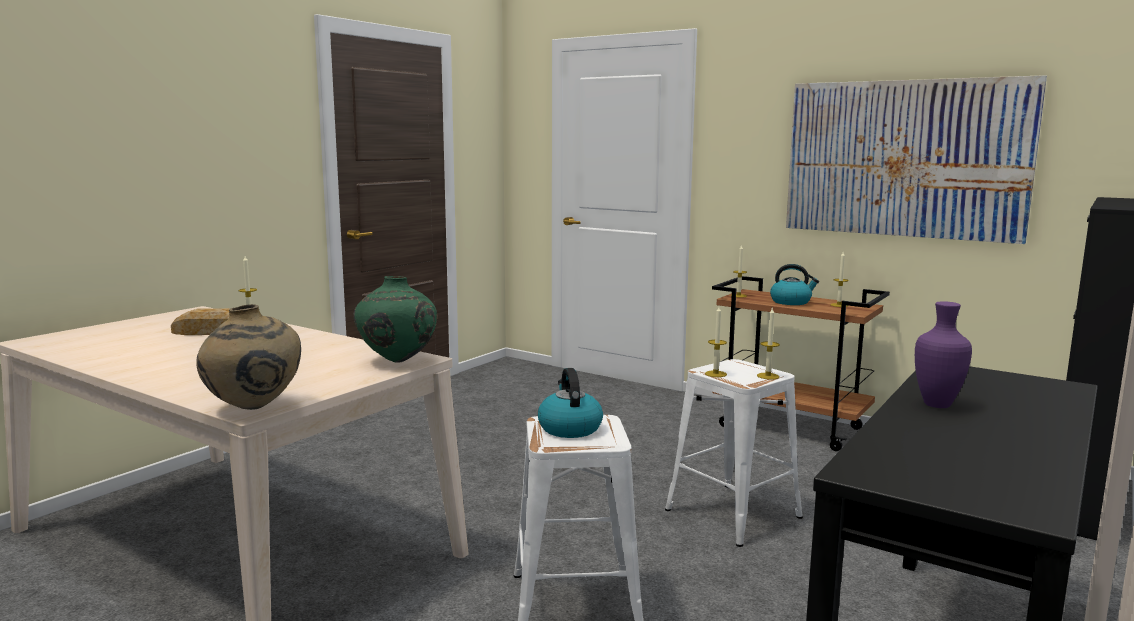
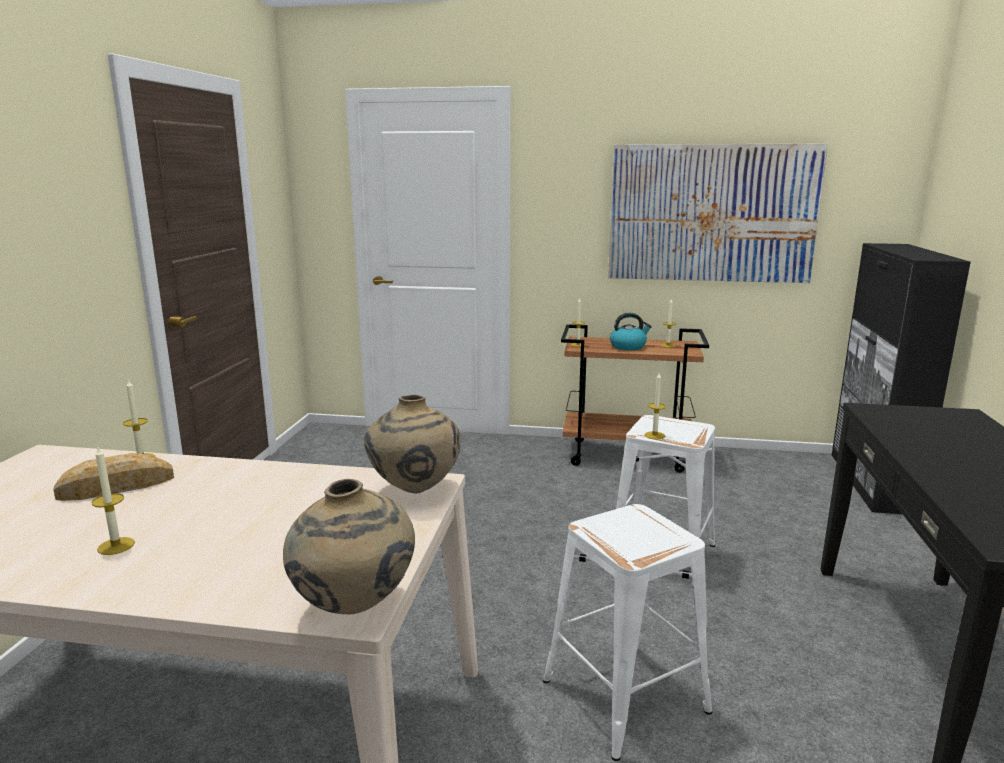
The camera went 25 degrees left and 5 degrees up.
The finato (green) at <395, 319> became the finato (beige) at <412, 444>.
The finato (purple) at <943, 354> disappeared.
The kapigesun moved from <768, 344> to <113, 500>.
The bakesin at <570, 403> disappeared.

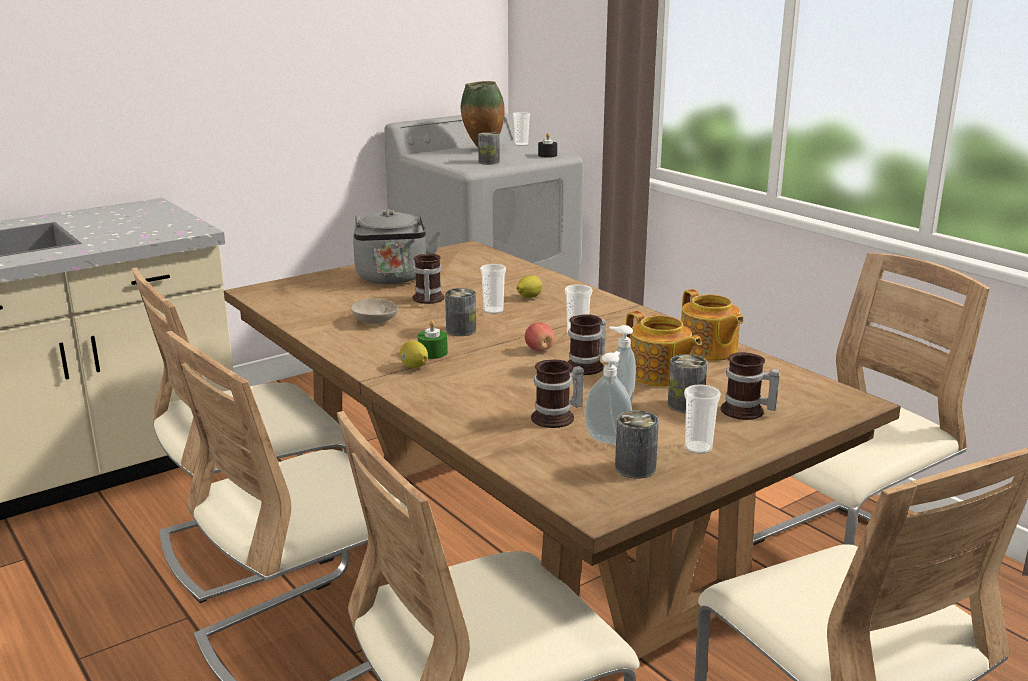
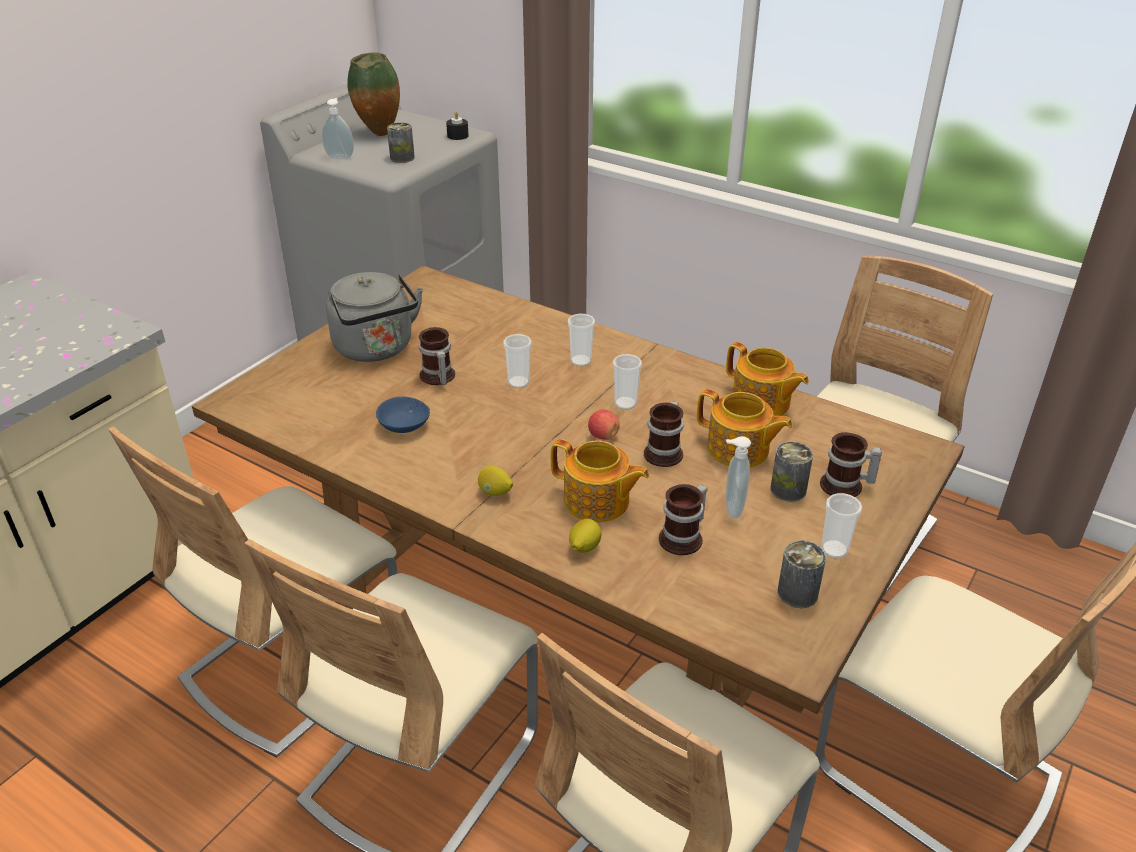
The camera went 20 degrees left and 15 degrees up.
The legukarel moved from <521, 129> to <581, 340>.
The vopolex moved from <529, 286> to <585, 536>.
The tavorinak at <460, 312> disappeared.
The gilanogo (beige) at <375, 311> became the gilanogo (blue) at <403, 415>.
The kapigesun (green) at <433, 339> disappeared.
The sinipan moved from <608, 398> to <338, 128>.
The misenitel at <600, 480> appeared.

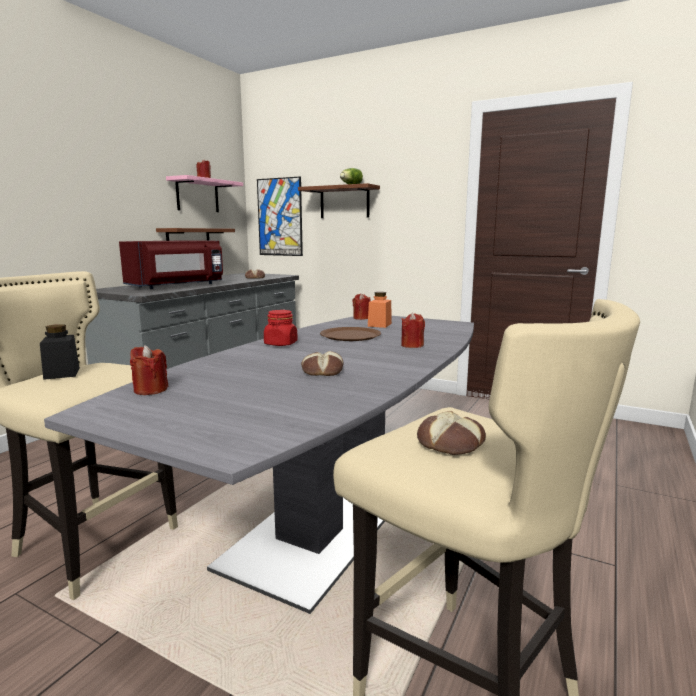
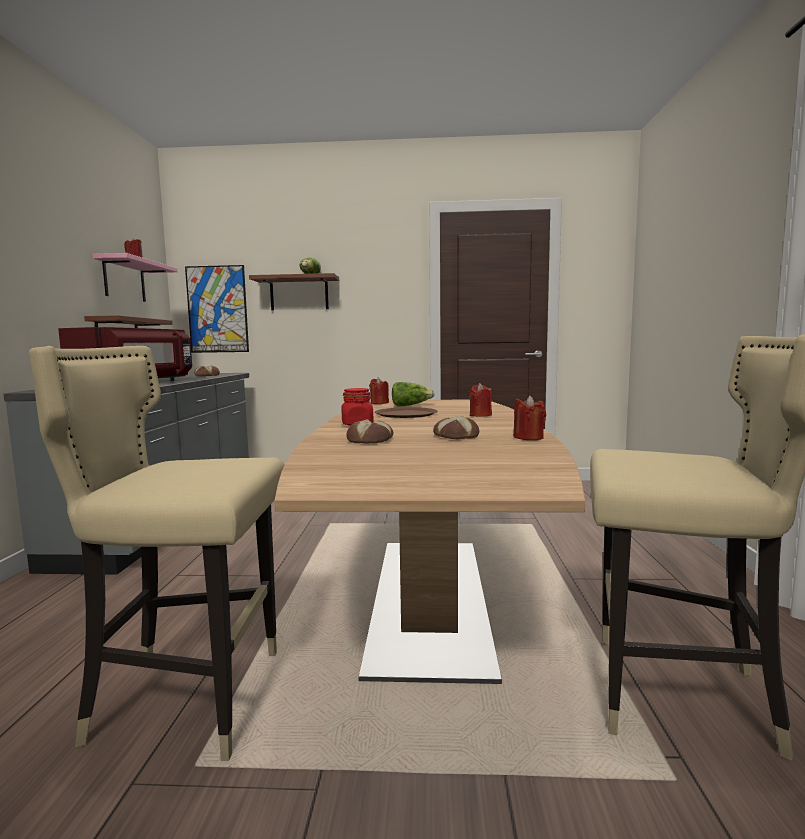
The camera went 25 degrees left and 5 degrees down.
The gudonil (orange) at <380, 310> was replaced by the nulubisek at <413, 394>.
The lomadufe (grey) at <259, 465> became the lomadufe (brown) at <429, 541>.
The gudonil (black) at <60, 352> disappeared.
The kapigesun (red) moved from <149, 370> to <529, 417>.
The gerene moved from <451, 433> to <369, 431>.

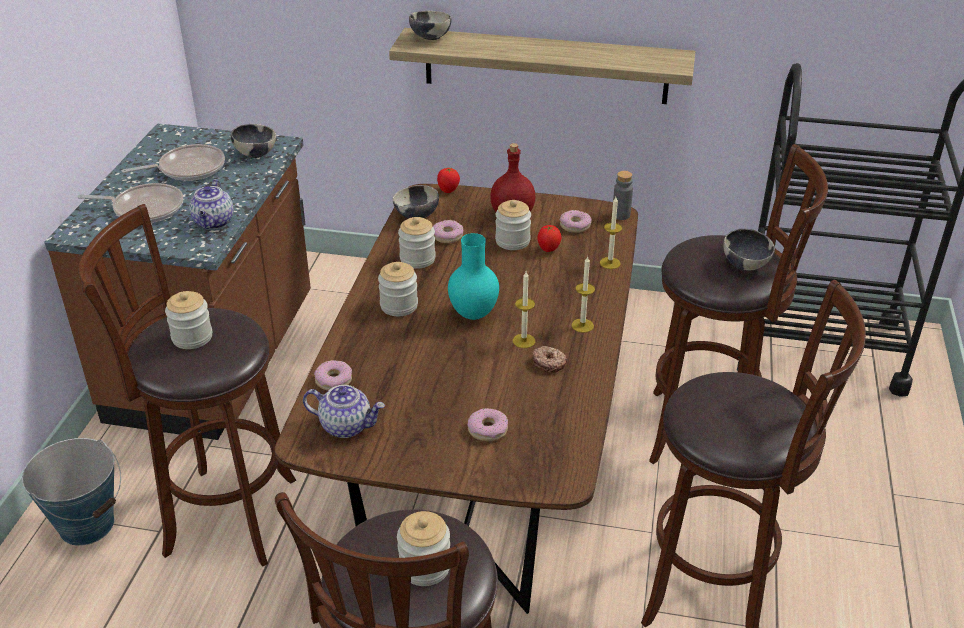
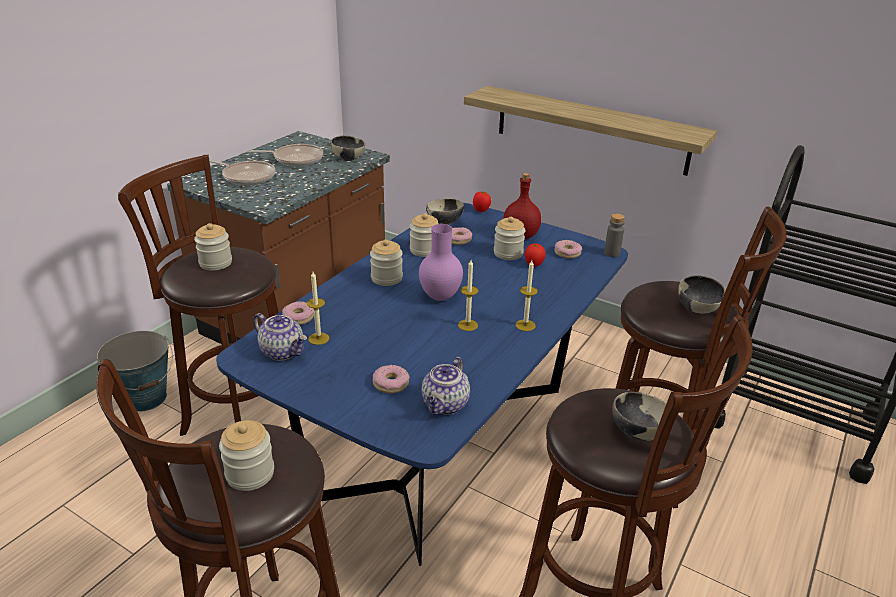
The camera went 20 degrees right and 5 degrees down.
The gilanogo moved from <430, 25> to <639, 416>.
The misenitel moved from <211, 204> to <446, 386>.
The lomadufe (brown) at <456, 399> became the lomadufe (blue) at <422, 384>.
The kapigesun moved from <611, 233> to <318, 308>.
The finato (turquoise) at <473, 276> became the finato (purple) at <441, 262>.
The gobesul at <550, 359> disappeared.

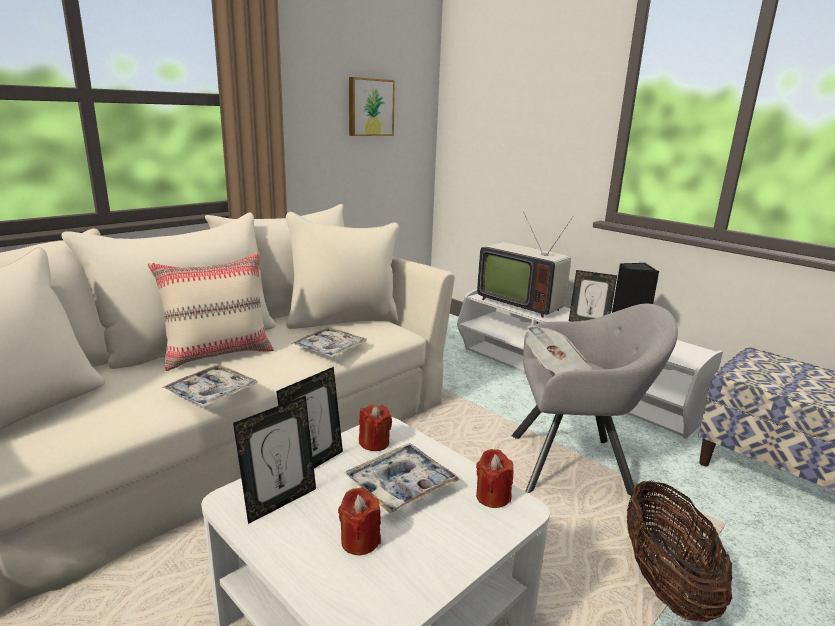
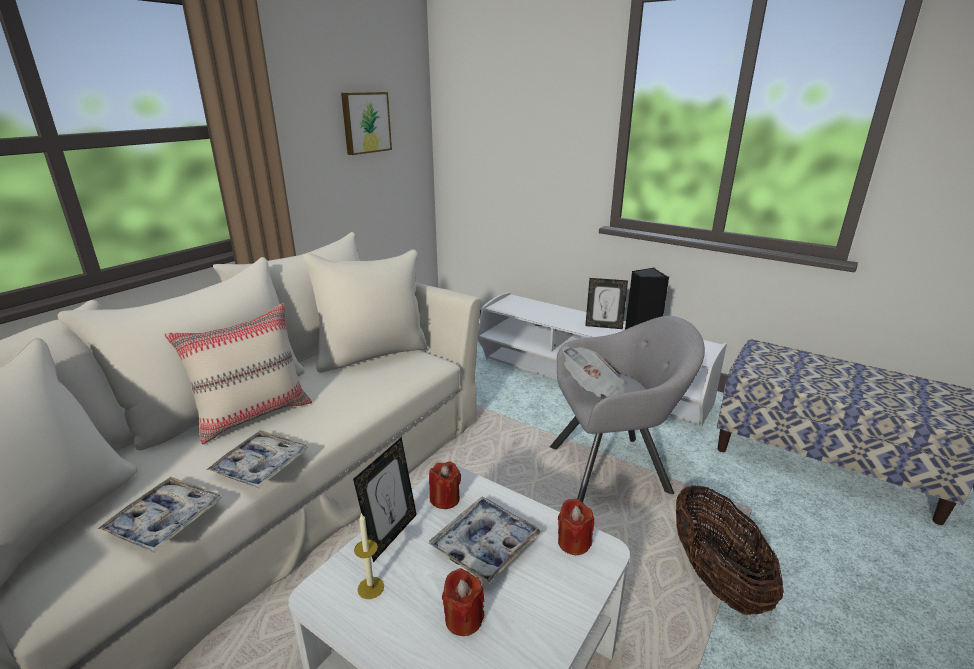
The camera went 10 degrees left and 5 degrees up.
The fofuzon at <525, 265> disappeared.
The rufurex moved from <329, 342> to <160, 515>.
The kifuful at <274, 460> was replaced by the kapigesun at <369, 556>.

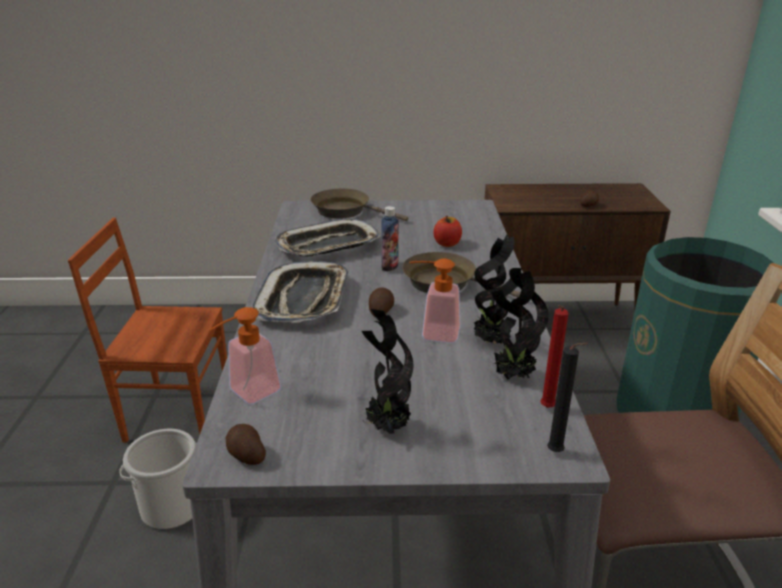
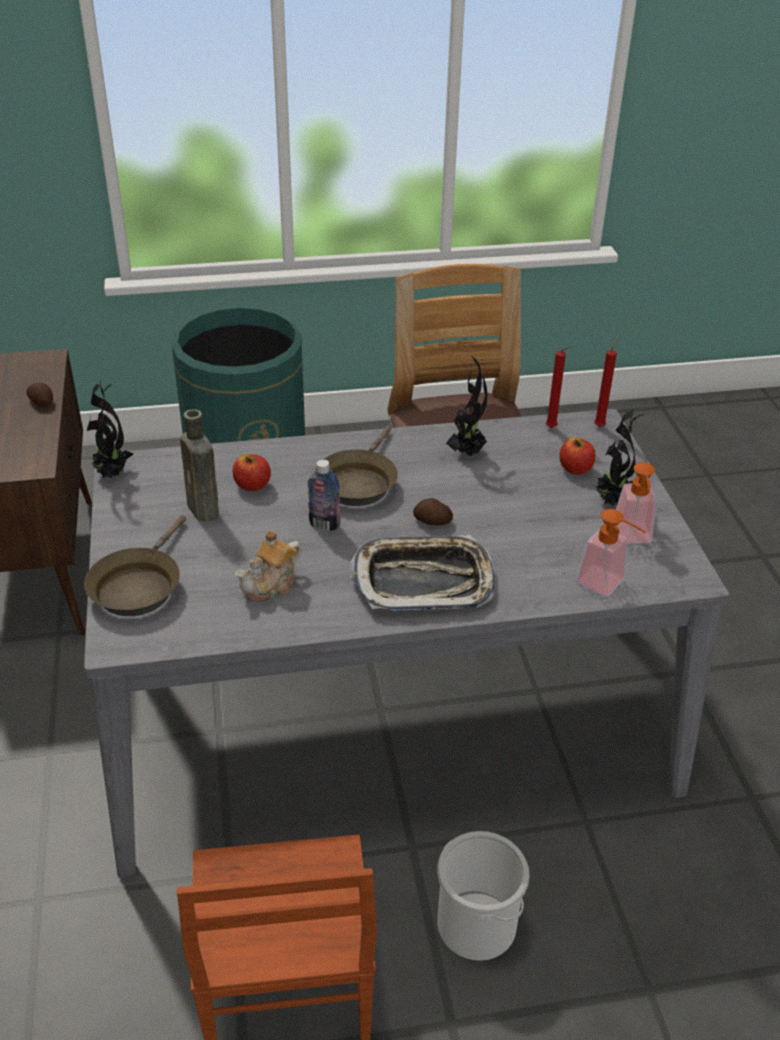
The camera went 100 degrees left and 10 degrees up.
The rufurex at <328, 238> was replaced by the misenitel at <268, 566>.
The sinipan moved from <434, 301> to <636, 503>.
The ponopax moved from <520, 323> to <110, 430>.
The kapigesun (black) at <567, 397> became the kapigesun (red) at <605, 383>.
The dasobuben at <245, 444> disappeared.
The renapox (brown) at <199, 465> appeared.
The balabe at <577, 456> appeared.

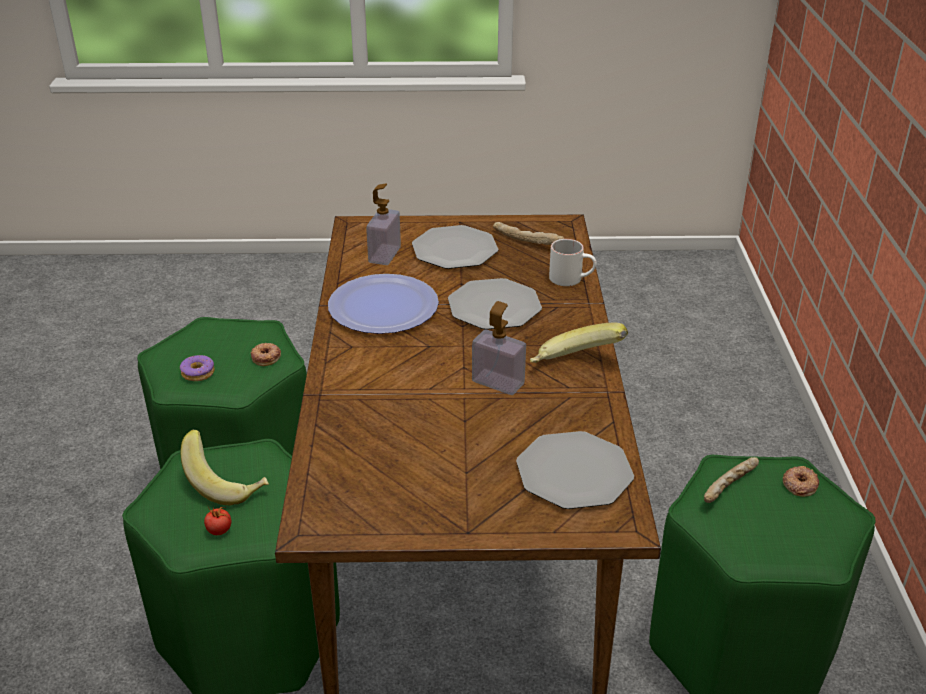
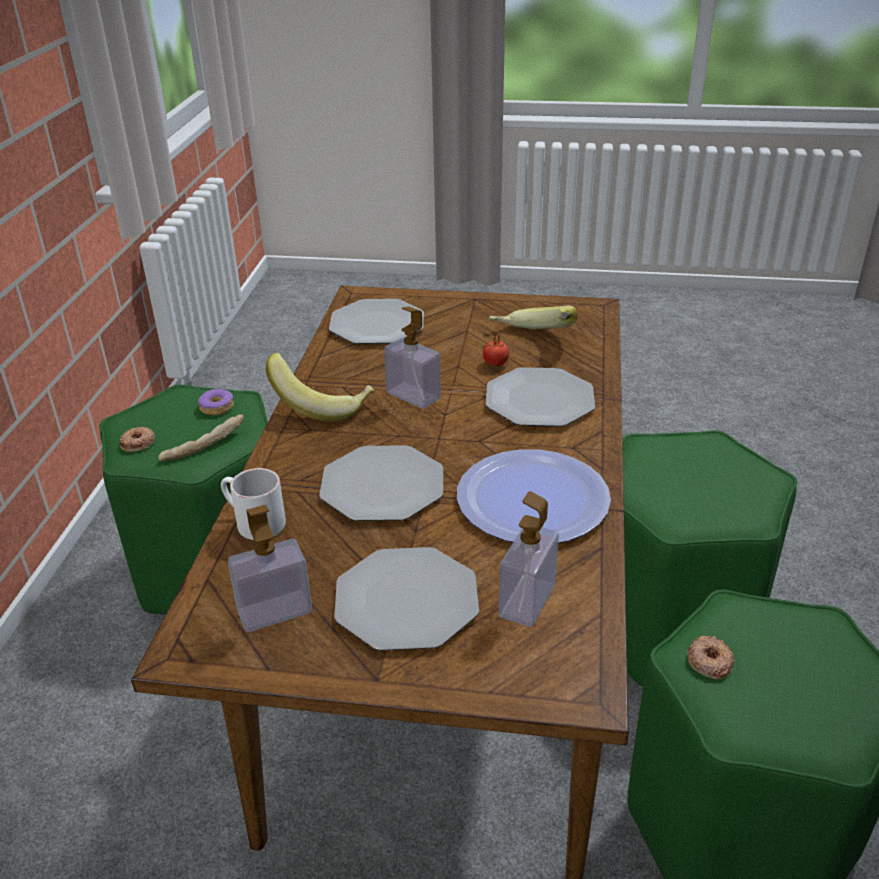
The camera went 170 degrees left and 0 degrees up.
The gerene at <528, 233> was replaced by the sinipan at <270, 568>.
The gobesul moved from <197, 368> to <216, 401>.
The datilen moved from <225, 467> to <533, 317>.
The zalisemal moved from <217, 520> to <496, 350>.
The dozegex at <540, 397> appeared.

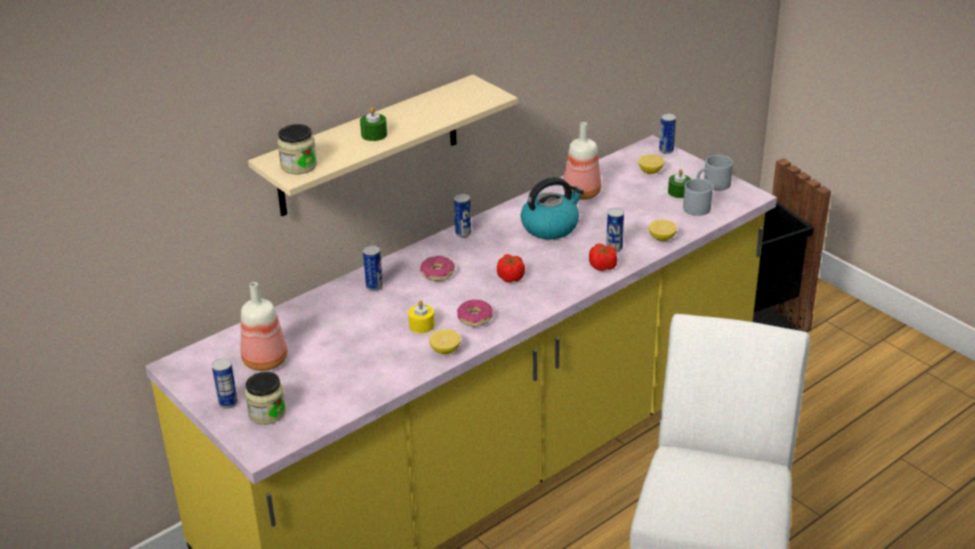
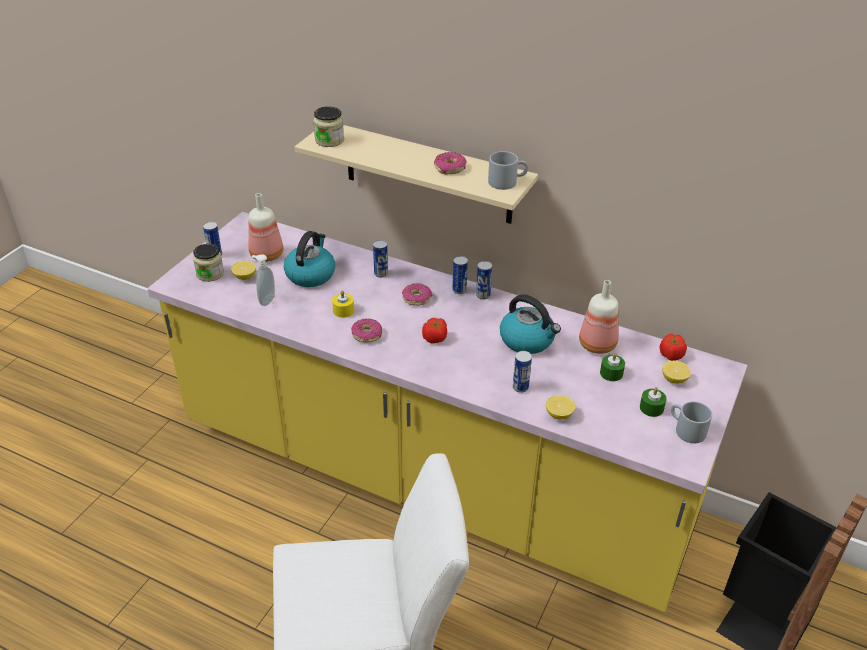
The camera went 65 degrees right and 5 degrees up.
The kapigesun (green) moved from <373, 124> to <612, 367>.
The tavorinak moved from <667, 134> to <460, 275>.
The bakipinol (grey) moved from <698, 197> to <508, 170>.
The zalisemal moved from <603, 257> to <673, 347>.
The vopolex moved from <445, 341> to <243, 270>.
The gobesul at <450, 163> appeared.
The bakesin at <309, 259> appeared.
The sinipan at <263, 280> appeared.

